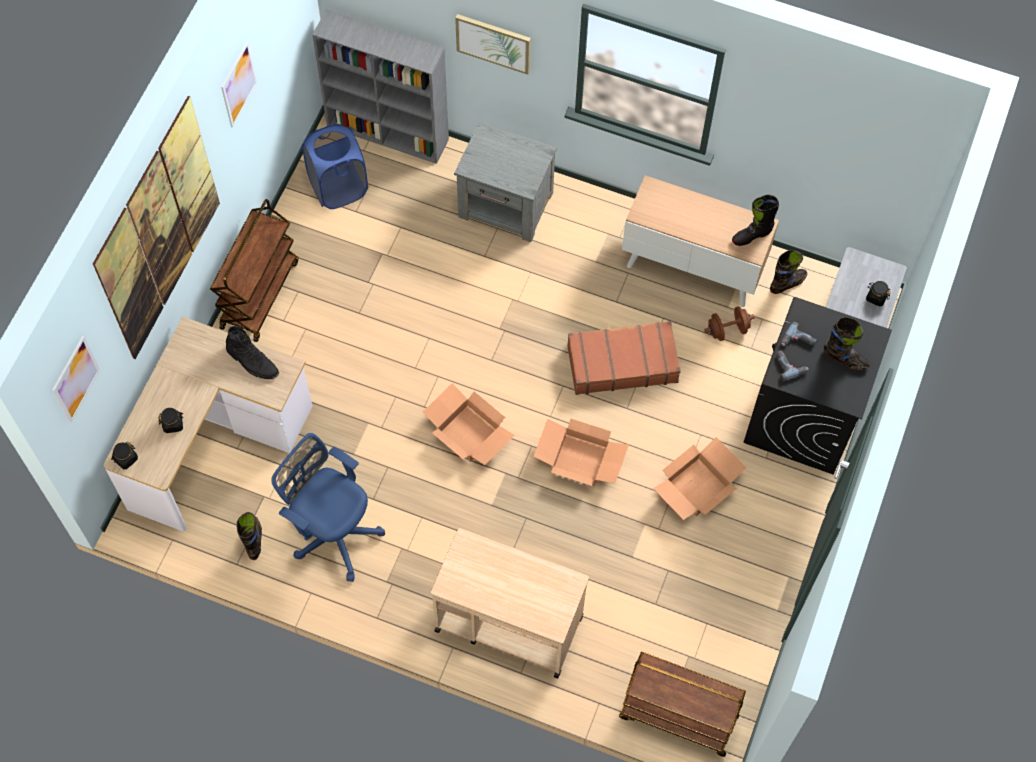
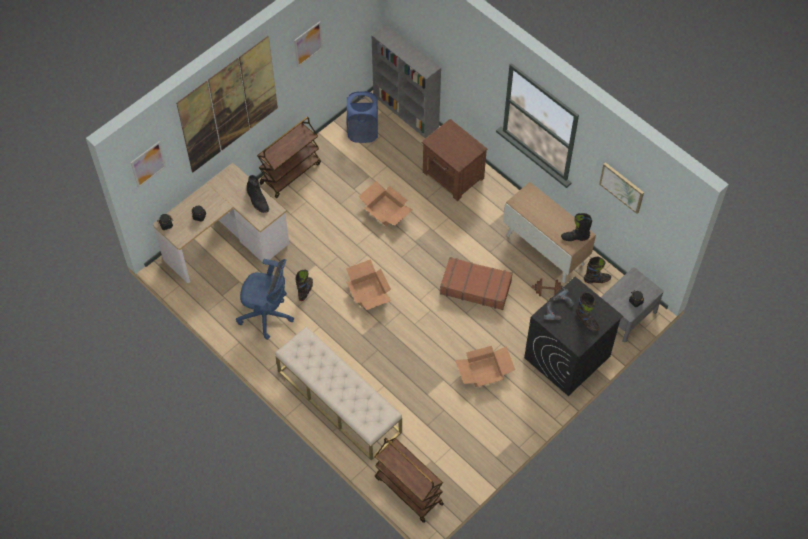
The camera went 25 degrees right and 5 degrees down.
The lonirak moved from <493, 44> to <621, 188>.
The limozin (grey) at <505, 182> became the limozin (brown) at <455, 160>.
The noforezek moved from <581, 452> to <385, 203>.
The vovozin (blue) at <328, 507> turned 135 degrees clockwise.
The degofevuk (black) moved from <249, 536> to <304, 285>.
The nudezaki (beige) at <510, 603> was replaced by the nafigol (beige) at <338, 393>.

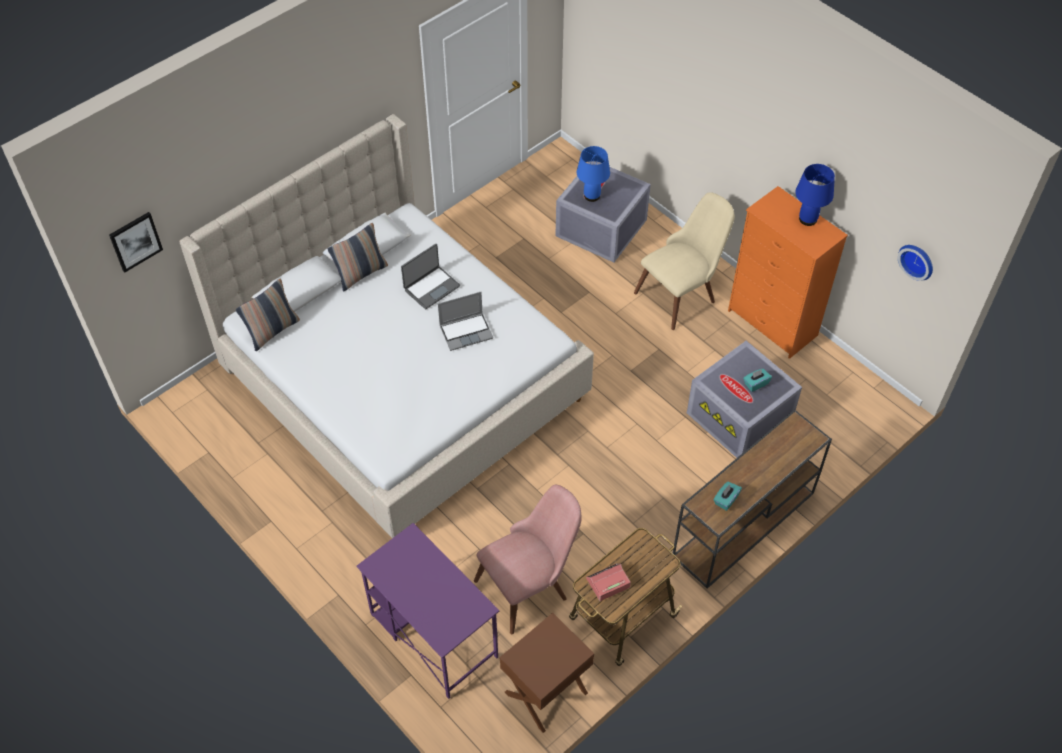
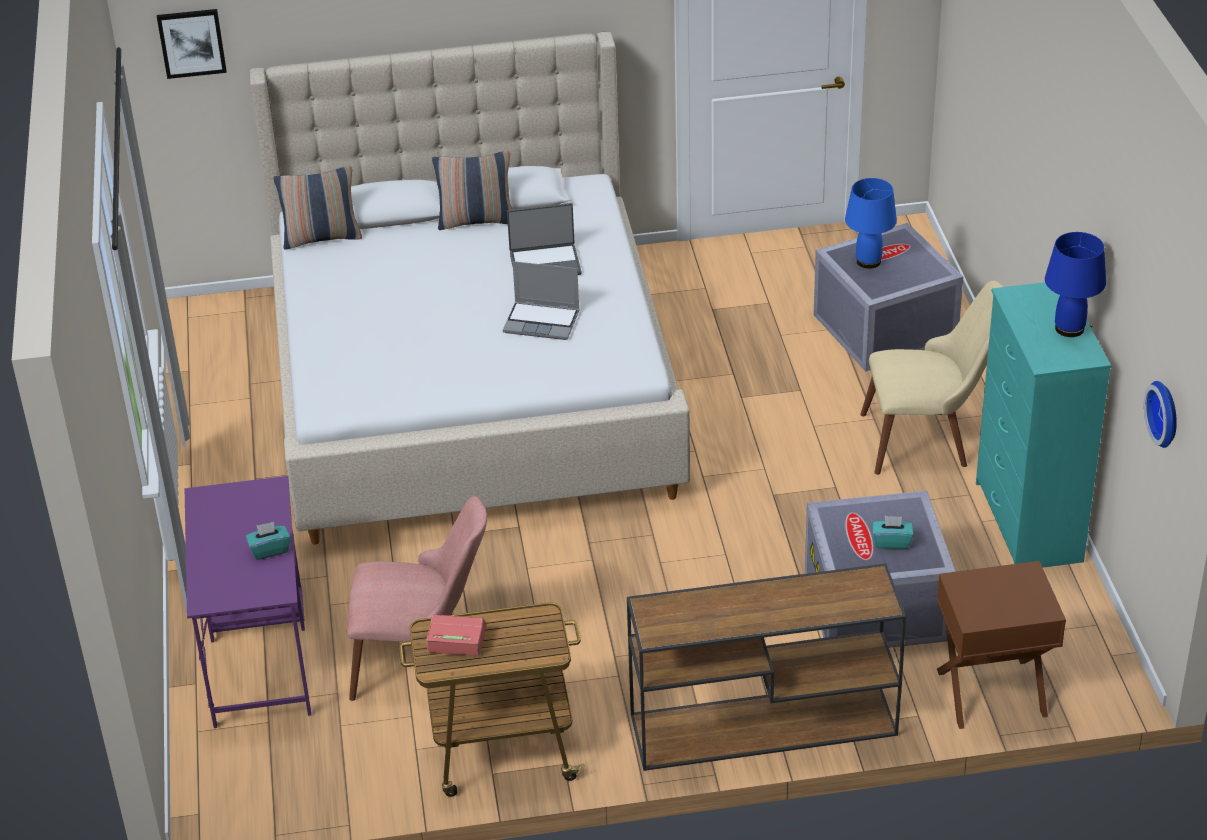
The camera went 35 degrees right and 15 degrees down.
The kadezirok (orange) at <788, 272> became the kadezirok (turquoise) at <1043, 425>.
The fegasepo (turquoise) moved from <728, 496> to <268, 541>.
The limozin (brown) moved from <547, 673> to <1001, 645>.

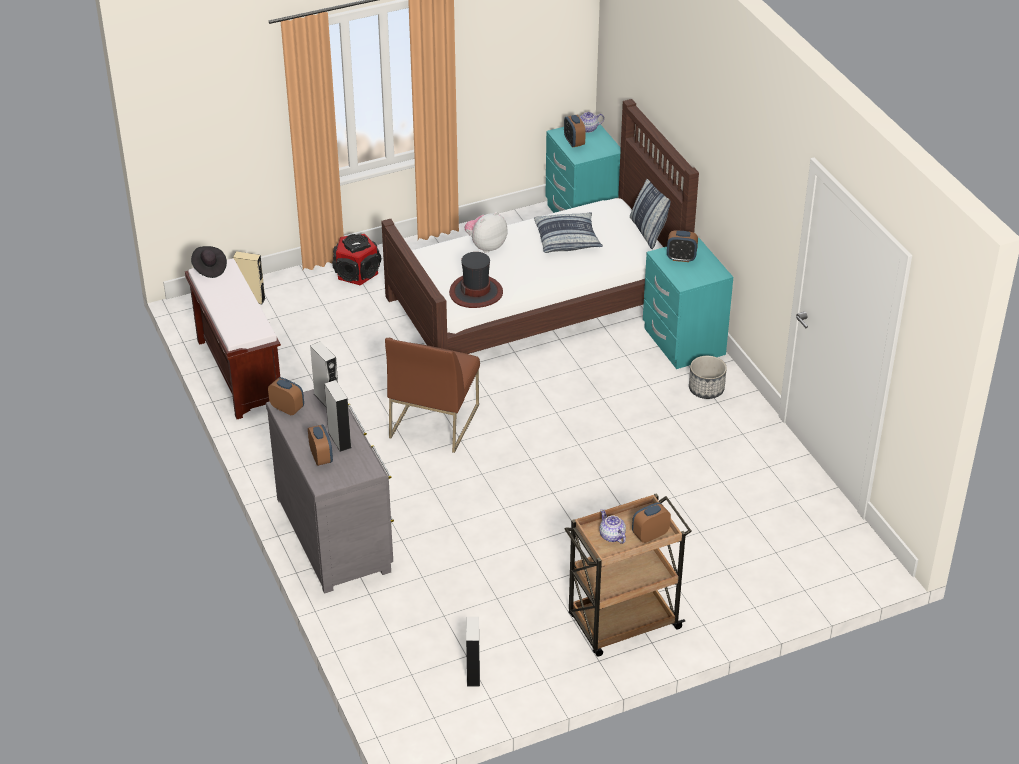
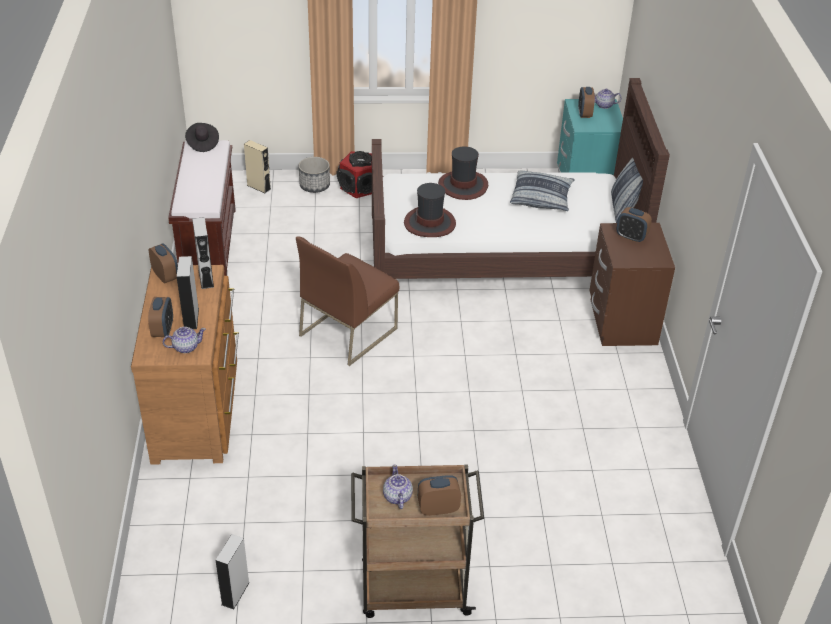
The camera went 20 degrees right and 0 degrees up.
The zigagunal at <486, 232> was replaced by the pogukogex at <463, 173>.
The limozin (turquoise) at <688, 303> became the limozin (brown) at <632, 284>.
The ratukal moved from <708, 377> to <314, 175>.
The kadezirok (grey) at <330, 491> became the kadezirok (brown) at <185, 365>.
The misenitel at <184, 340> appeared.

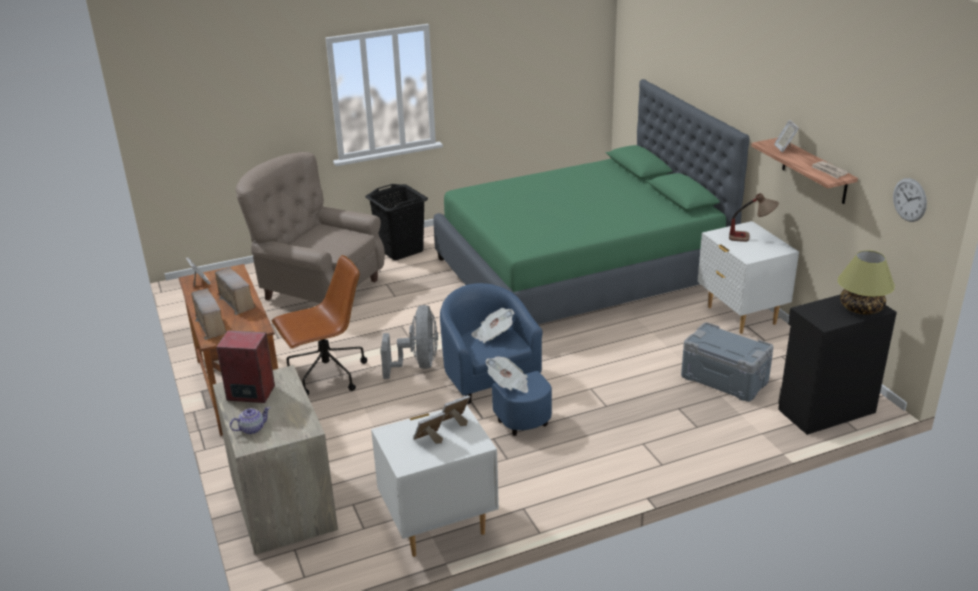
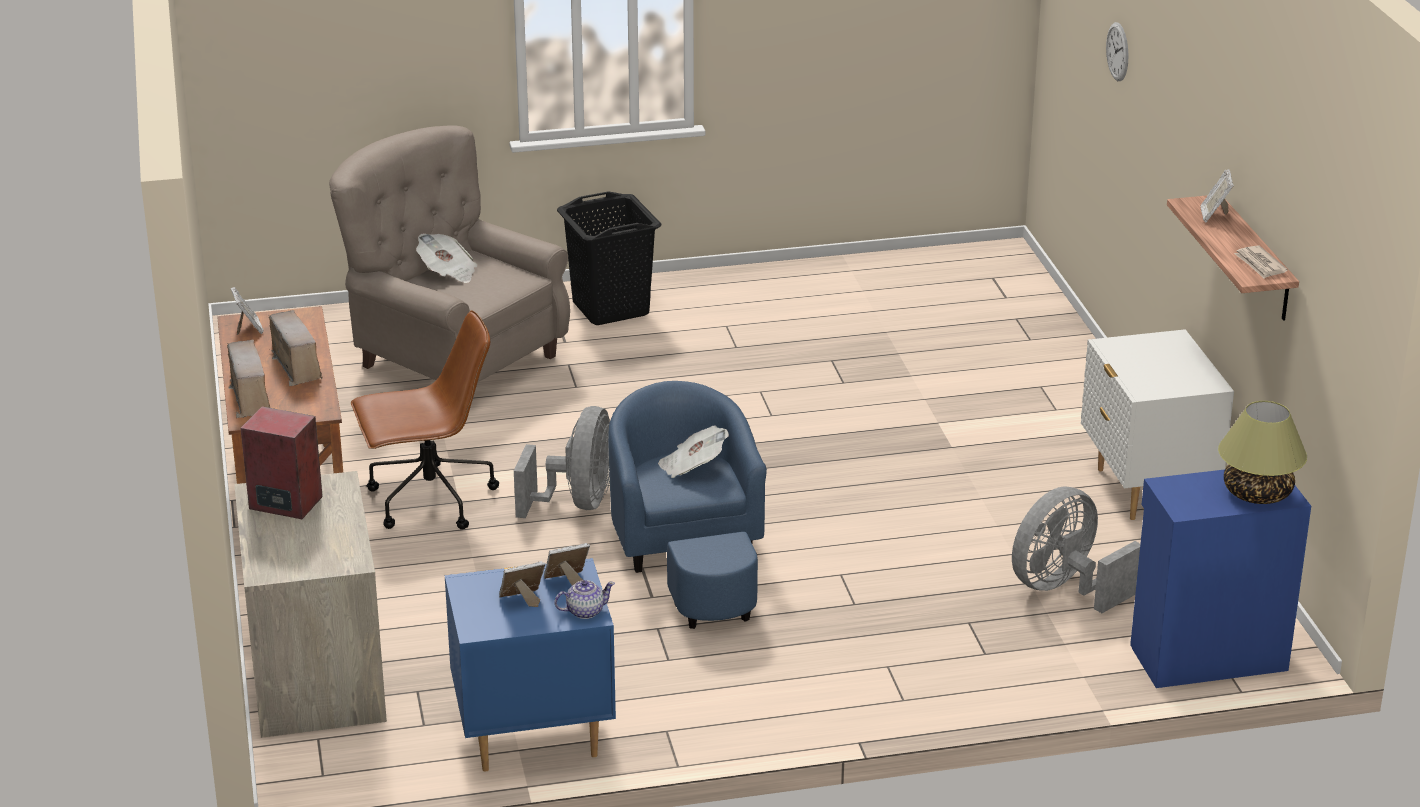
The camera went 10 degrees right and 0 degrees up.
The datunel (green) at <592, 201> disappeared.
The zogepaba moved from <910, 200> to <1117, 51>.
The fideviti at <754, 217> disappeared.
The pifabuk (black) at <837, 364> became the pifabuk (blue) at <1220, 579>.
The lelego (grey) at <727, 362> was replaced by the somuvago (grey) at <1076, 549>.
The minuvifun moved from <506, 375> to <447, 258>.
The limozin (white) at <435, 481> became the limozin (blue) at <530, 665>.
The misenitel moved from <250, 420> to <585, 599>.

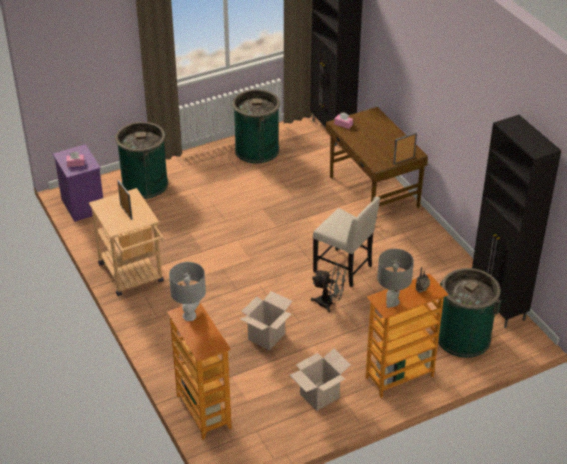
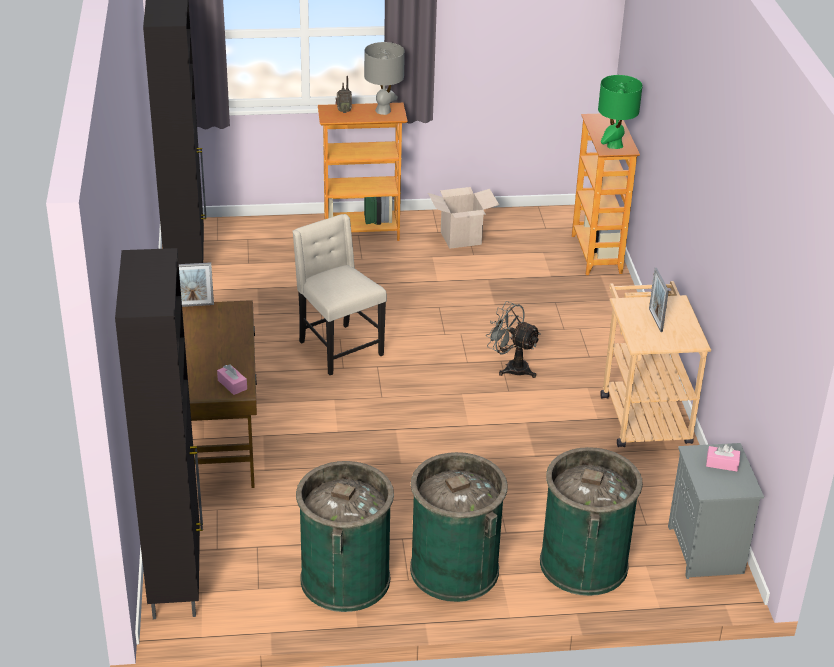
The camera went 160 degrees left and 5 degrees down.
The limozin (purple) at <78, 183> became the limozin (grey) at <716, 511>.
The fideviti (grey) at <187, 291> became the fideviti (green) at <620, 112>.
The somuvago (grey) moved from <329, 288> to <513, 339>.
The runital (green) moved from <469, 313> to <459, 527>.
The noforezek at <266, 320> disappeared.

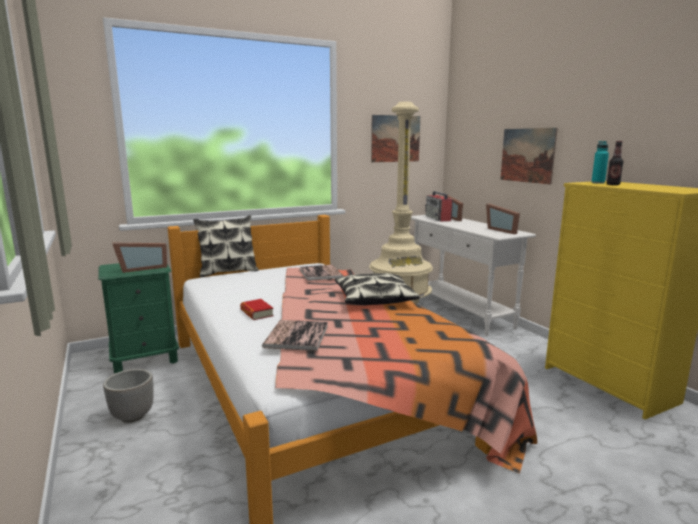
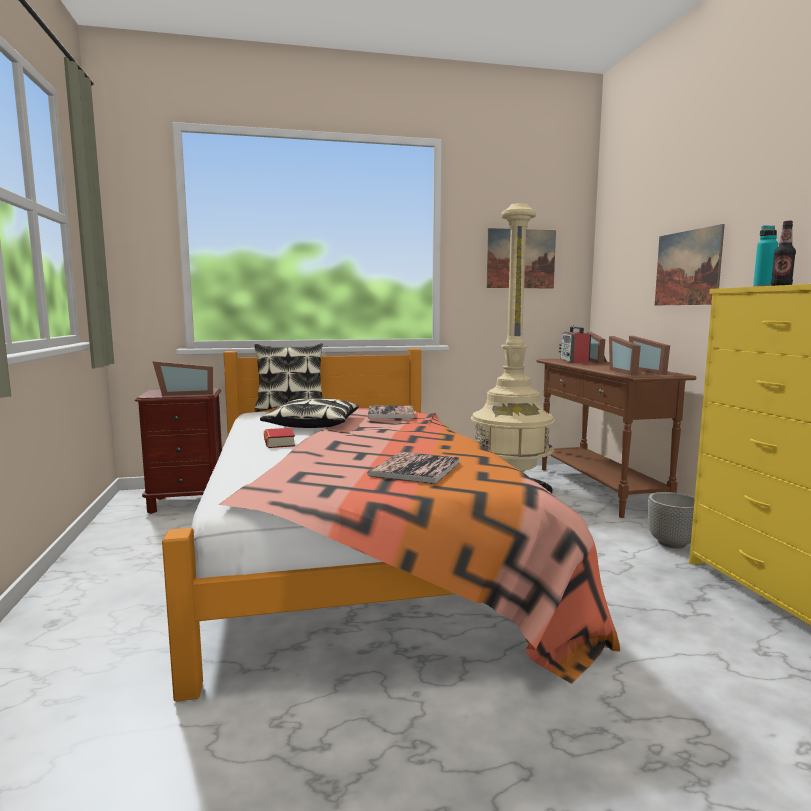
The camera went 15 degrees right and 5 degrees down.
The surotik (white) at <473, 275> became the surotik (brown) at <616, 438>.
The limozin (green) at <138, 318> became the limozin (brown) at <178, 451>.
The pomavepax moved from <377, 289> to <309, 413>.
The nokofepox moved from <295, 335> to <413, 468>.
The ratukal moved from <128, 396> to <671, 520>.
The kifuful at <625, 356> appeared.

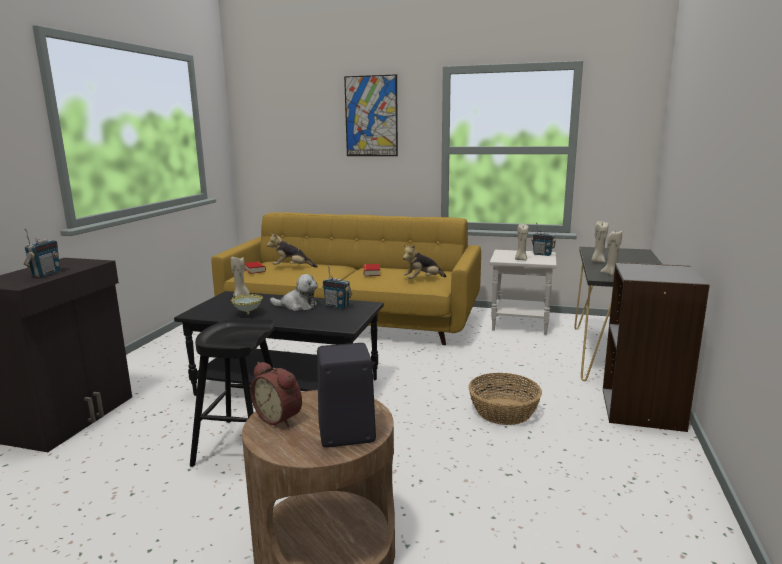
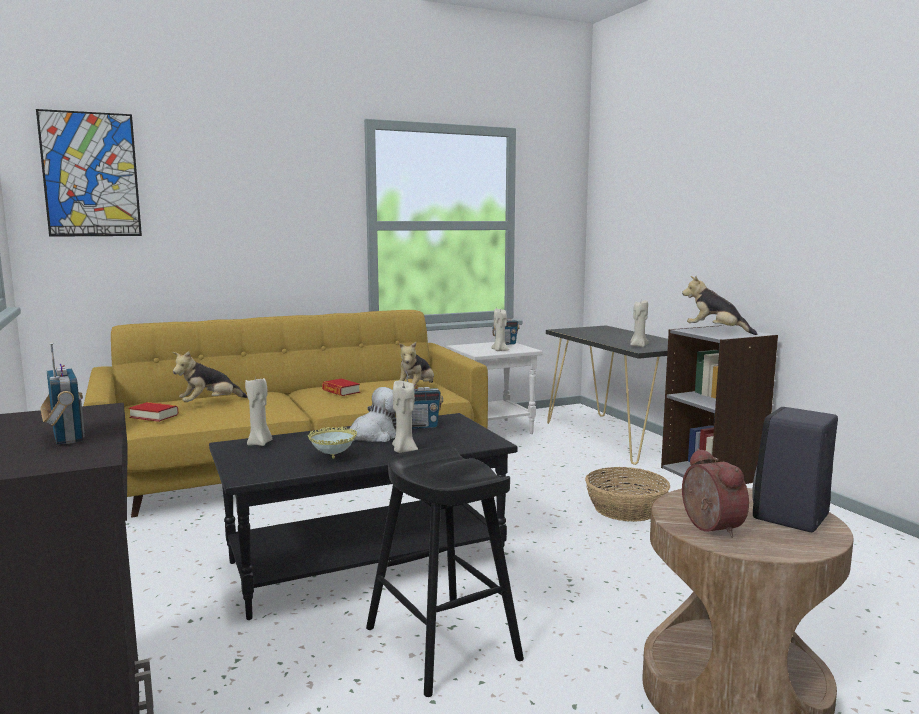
The camera went 40 degrees left and 5 degrees down.
The lonirak moved from <371, 115> to <89, 173>.
The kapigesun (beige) moved from <600, 242> to <405, 417>.
The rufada at <276, 394> turned 105 degrees counterclockwise.
The zigagunal at <719, 305> appeared.

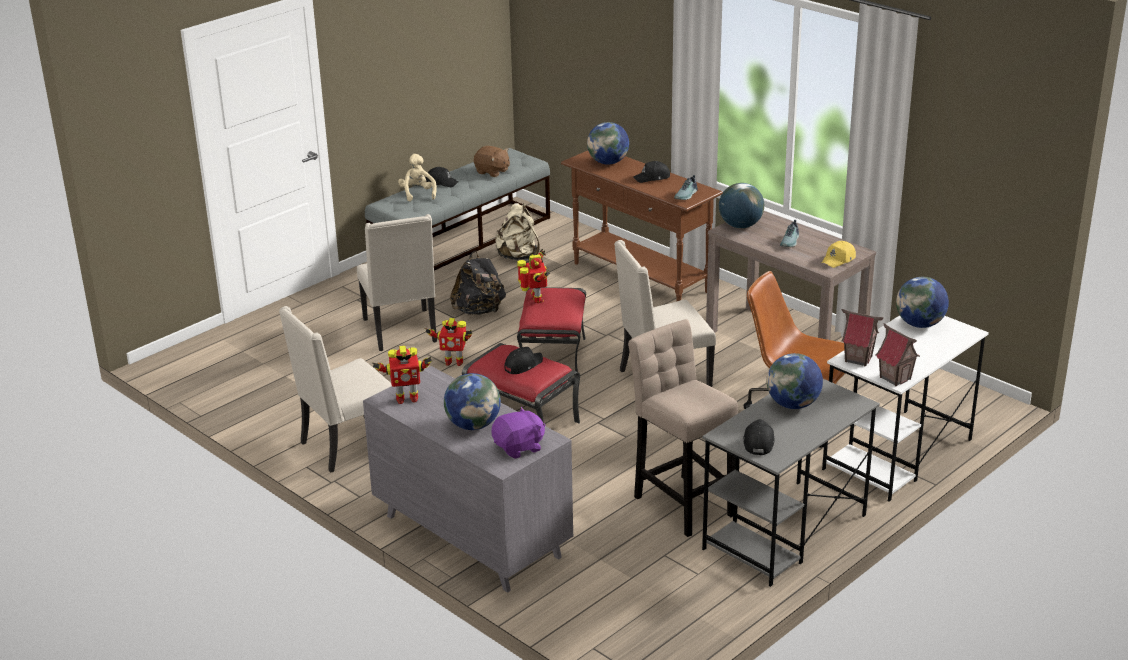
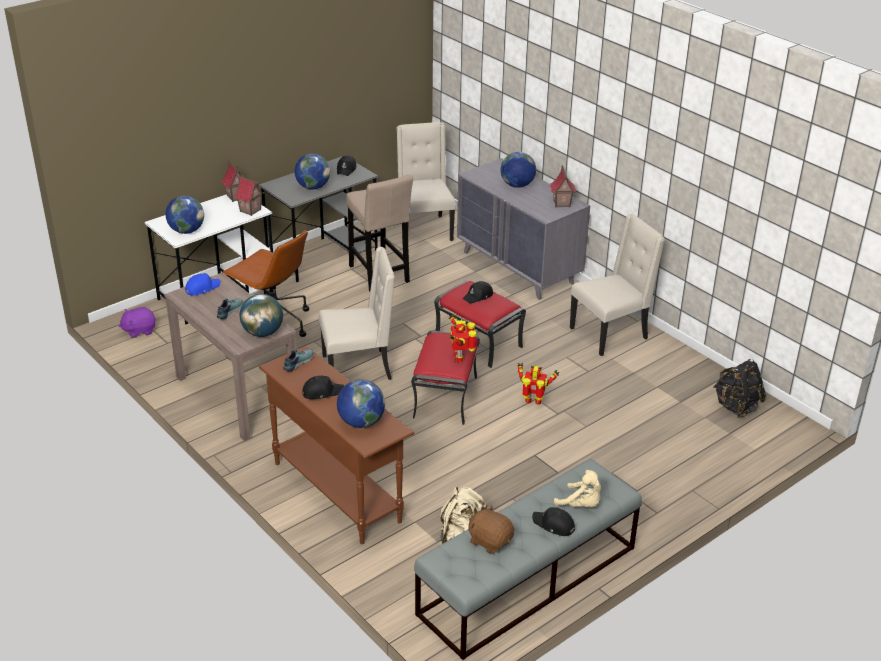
The camera went 175 degrees left and 5 degrees up.
The zigagunal (beige) at <417, 178> turned 45 degrees counterclockwise.
The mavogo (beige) moved from <397, 282> to <426, 181>.
The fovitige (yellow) at <839, 254> became the fovitige (blue) at <202, 284>.
The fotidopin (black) moved from <478, 283> to <739, 388>.
The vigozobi at <402, 375> was replaced by the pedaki at <563, 186>.
The zigagunal (purple) moved from <518, 433> to <137, 322>.

